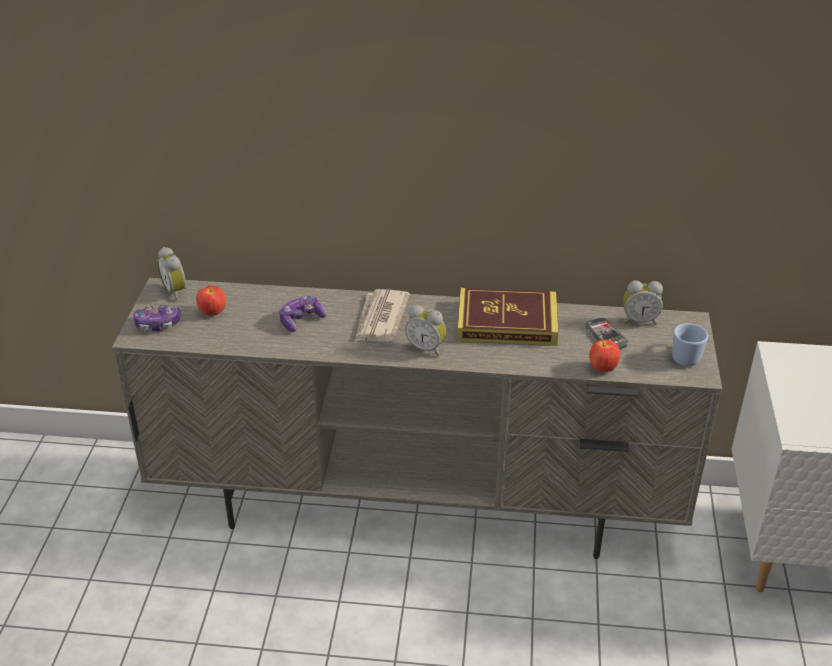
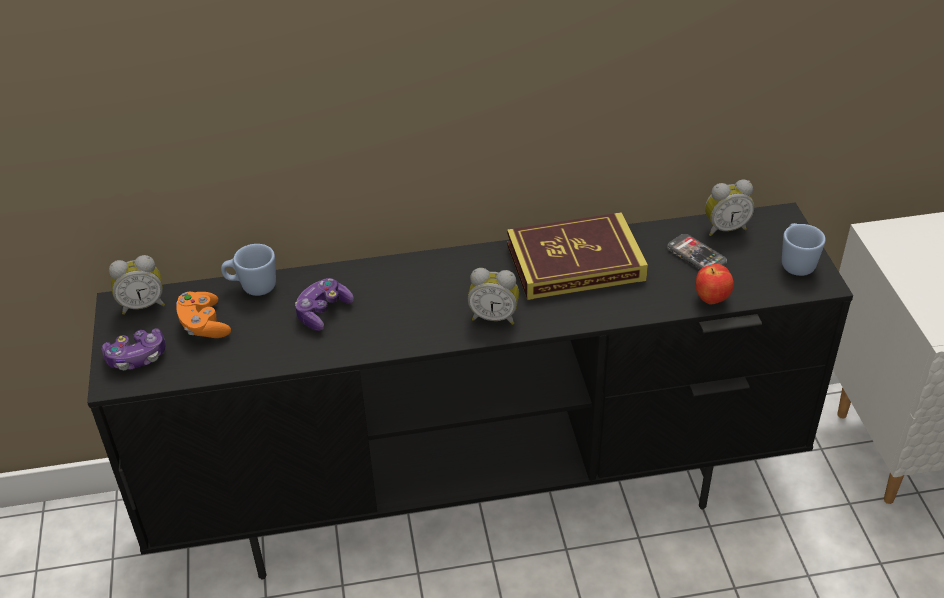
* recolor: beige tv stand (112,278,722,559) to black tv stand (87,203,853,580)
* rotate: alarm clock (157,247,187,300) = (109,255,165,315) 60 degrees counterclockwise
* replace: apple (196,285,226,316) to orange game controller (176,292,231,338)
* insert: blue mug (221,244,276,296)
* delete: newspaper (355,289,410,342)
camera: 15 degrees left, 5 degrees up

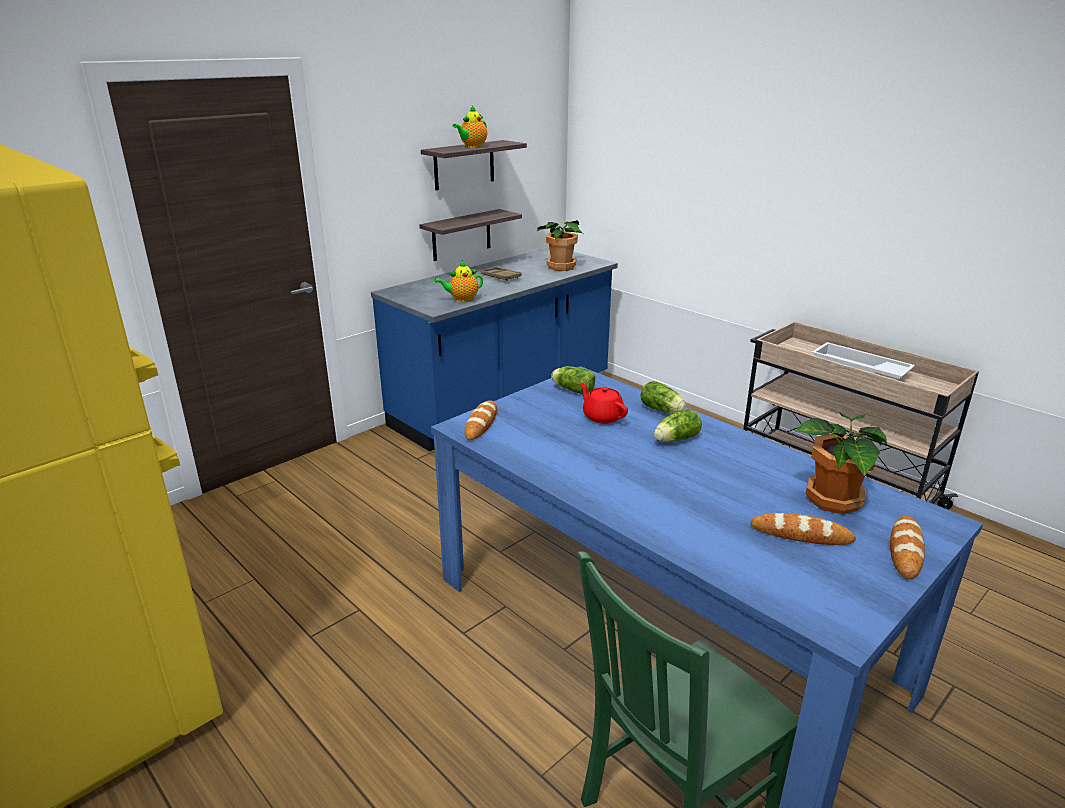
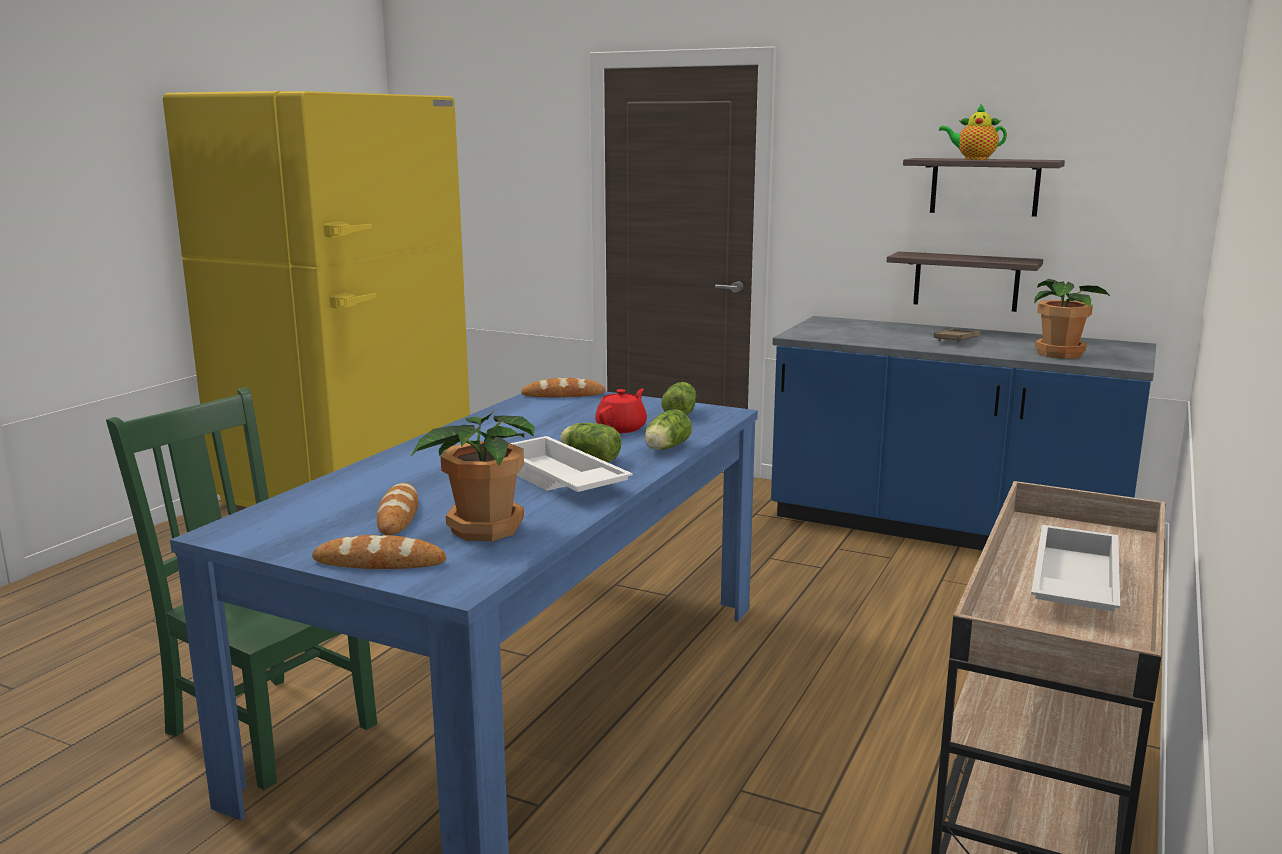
* insert: white tray (511,436,633,492)
* delete: teapot (434,261,483,302)
camera: 70 degrees right, 10 degrees down

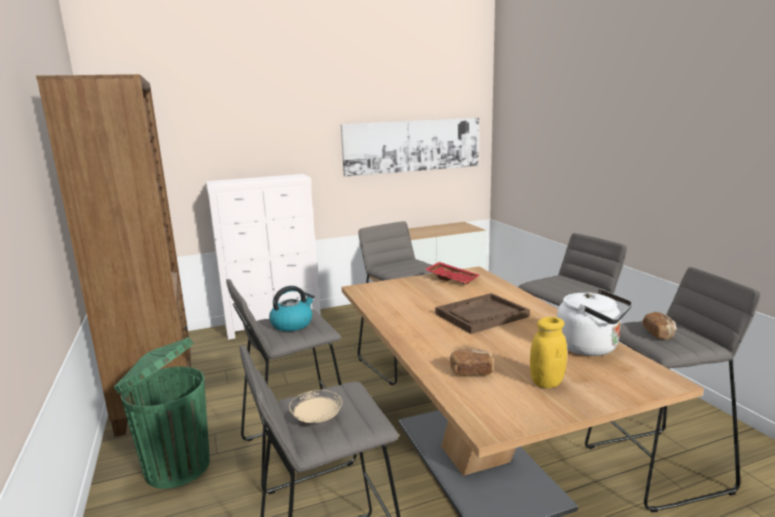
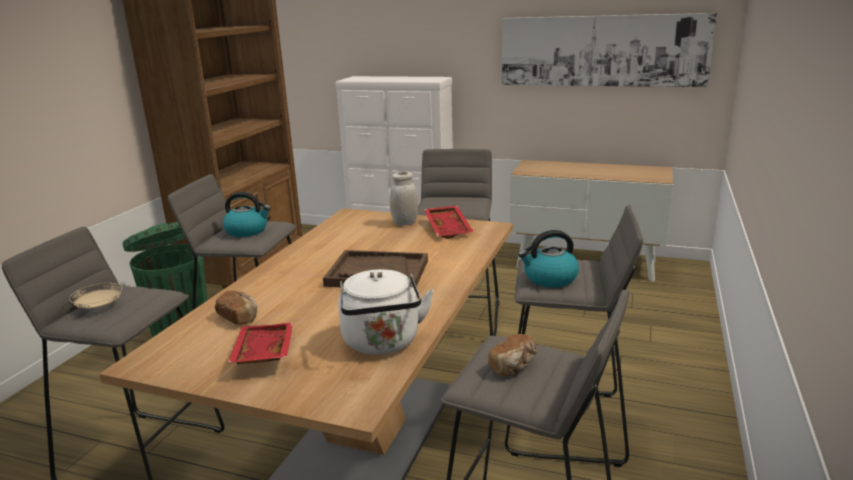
* replace: yellow jar (530,317,567,388) to red tray (228,323,293,364)
* insert: white jar (390,171,418,226)
* insert: kettle (518,230,579,287)
camera: 40 degrees right, 5 degrees up

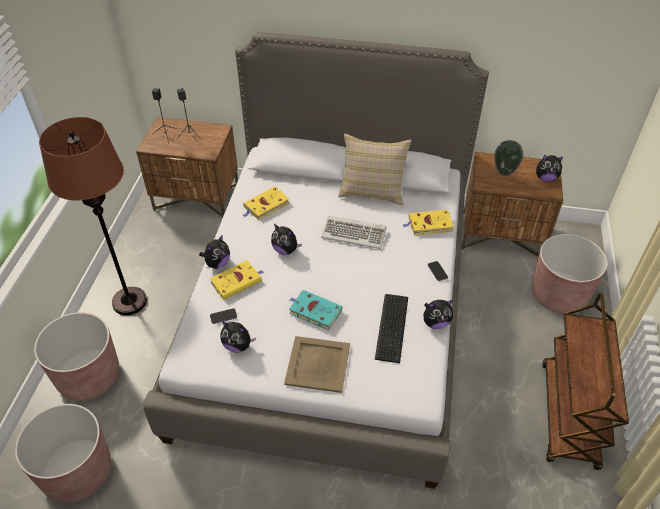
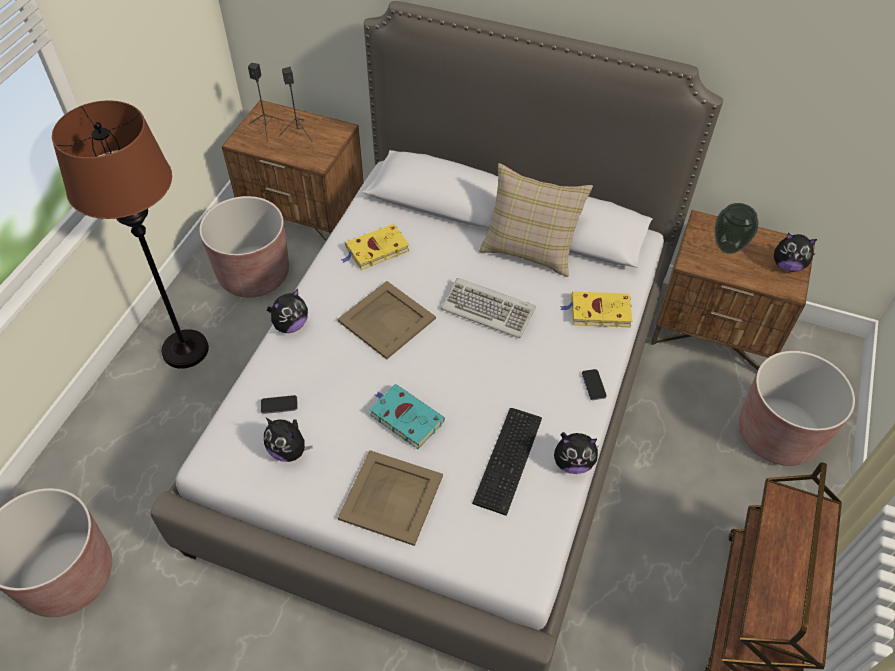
* move: brown planter (34,312,119,401) to (199,196,289,298)
* replace: plush toy (271,224,302,255) to beige tray (337,281,436,359)
* delete: yellow book (210,260,264,300)
camera: 10 degrees right, 5 degrees up

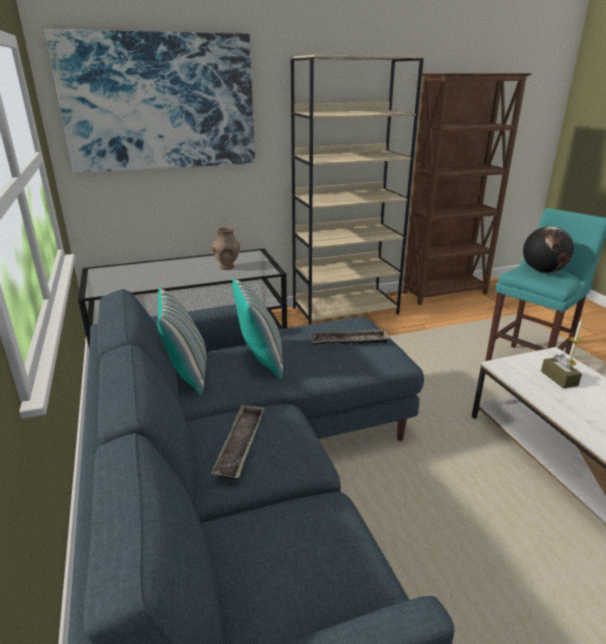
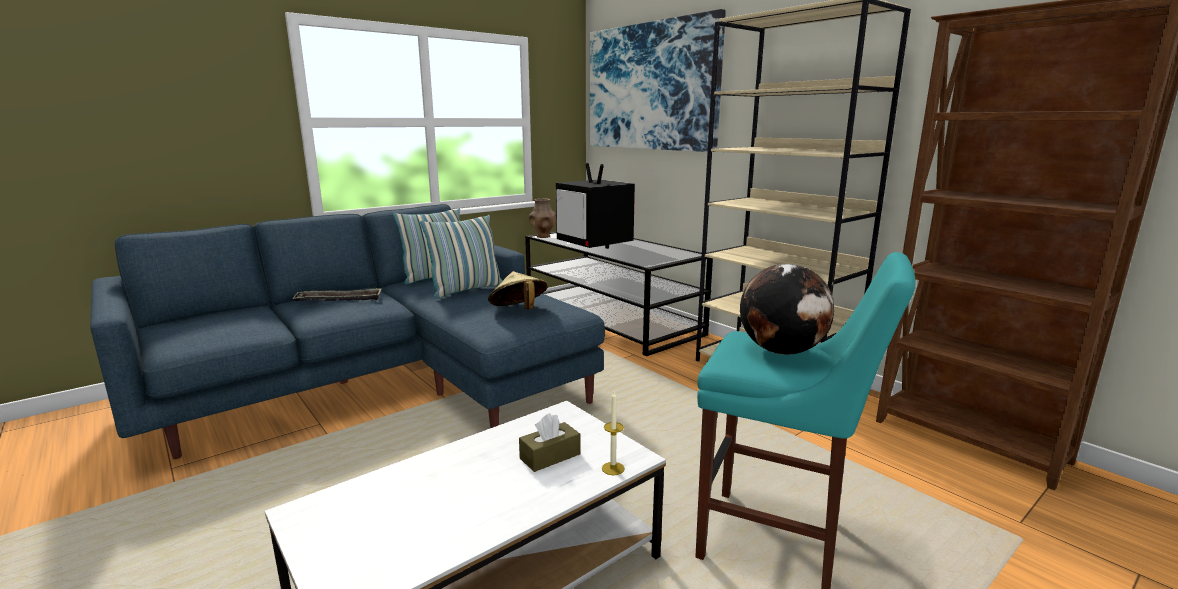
* replace: tray (310,329,390,344) to beige hat (488,271,548,309)
* move: brown vase (212,227,240,270) to (529,198,556,238)
* insert: television (556,163,635,249)
camera: 70 degrees right, 10 degrees down

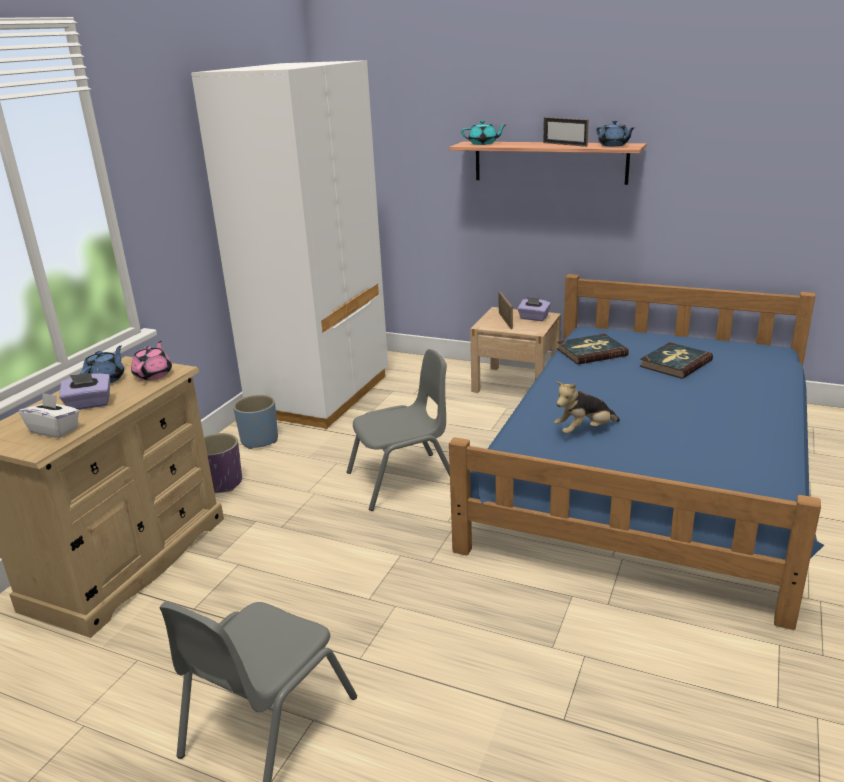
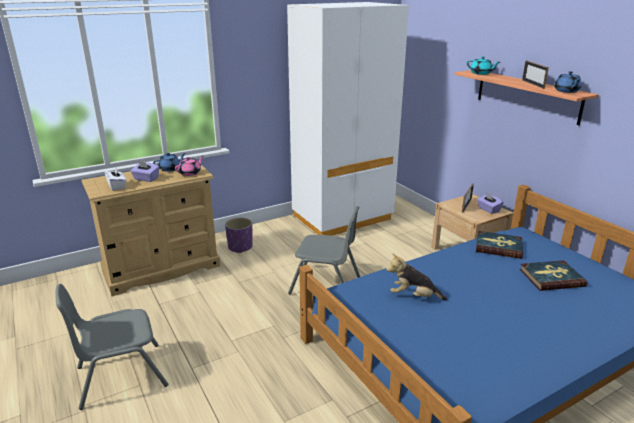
* delete: blue planter (233,395,278,449)
camera: 35 degrees right, 0 degrees up

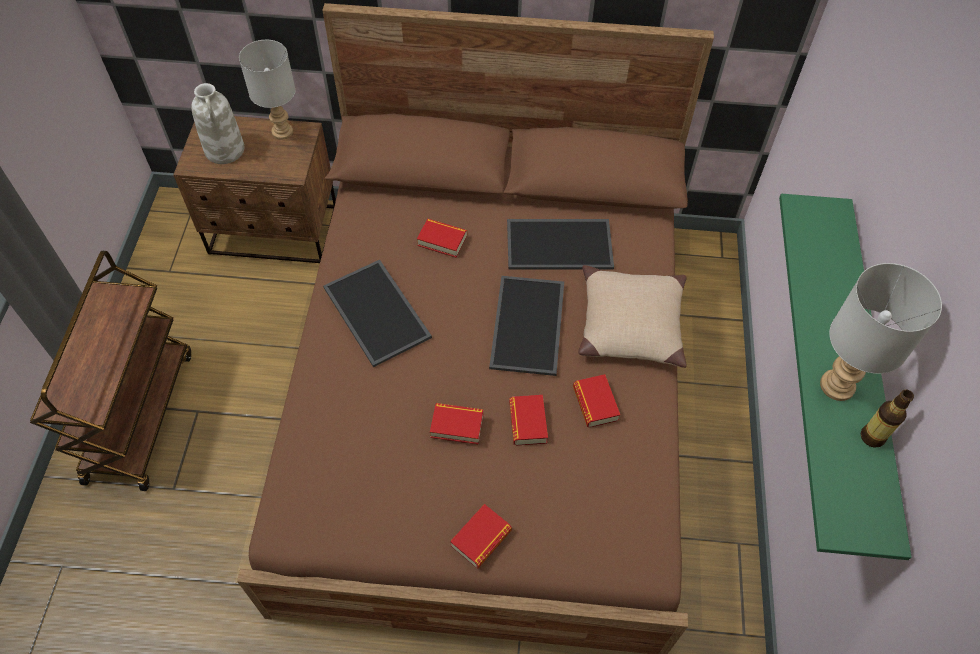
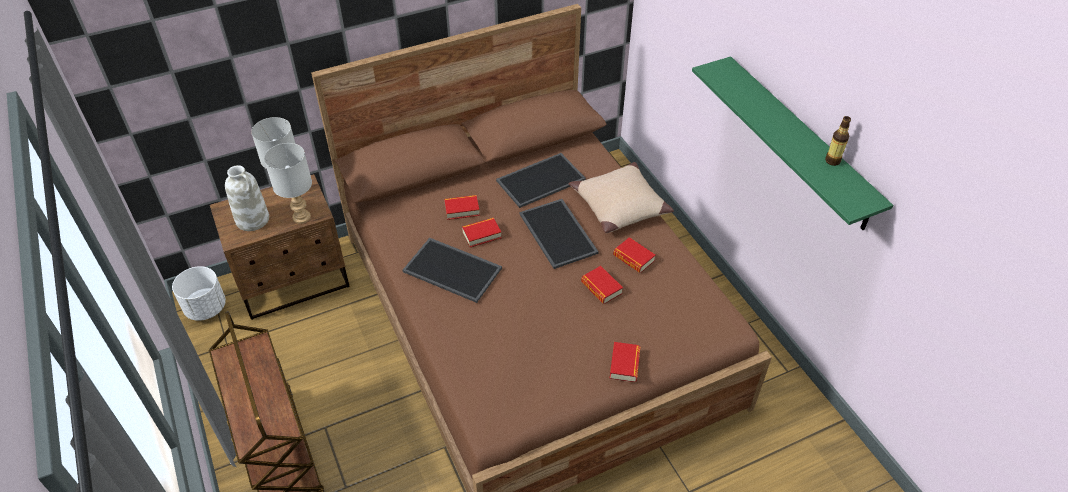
* insert: white planter (172,266,226,321)
* move: grey table lamp (820,263,942,401) to (264,143,312,224)
* move: book (430,403,484,444) to (462,218,502,247)
camera: 30 degrees left, 10 degrees down

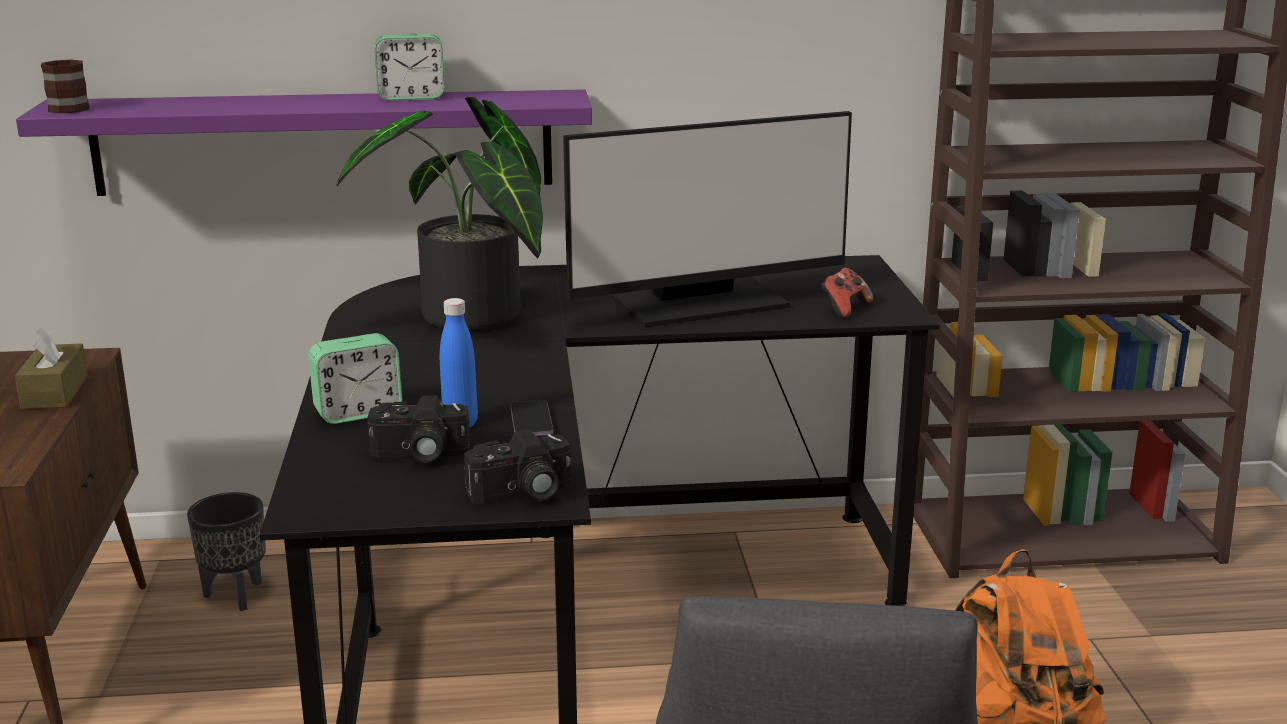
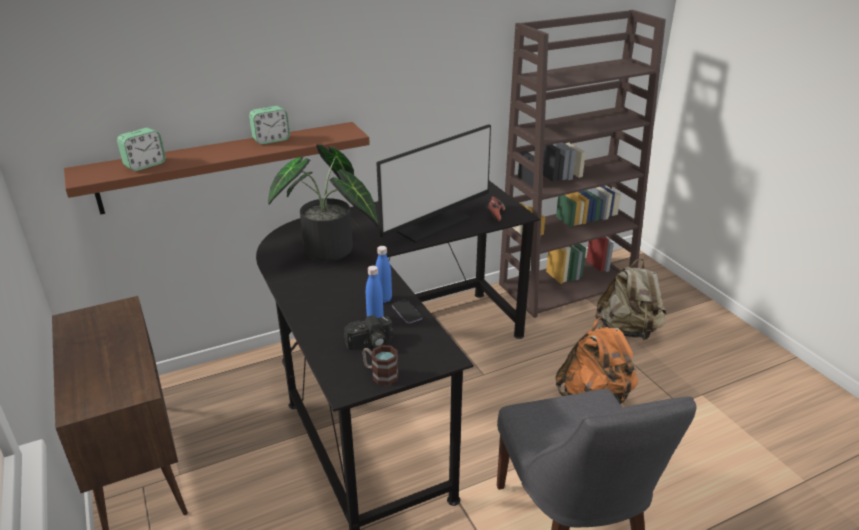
* recolor: purple shelf (16,89,592,196) to brown shelf (64,122,370,215)
* move: alarm clock (308,333,403,424) to (117,128,166,171)
* move: mug (41,60,90,114) to (362,345,399,385)
* insert: blue bottle (376,246,392,303)
* insert: beige backpack (595,258,666,340)
* delete: brown tissue box (15,325,88,409)
* delete: black planter (187,492,266,611)
* delete: photo camera (464,429,571,504)
camera: 20 degrees left, 10 degrees up

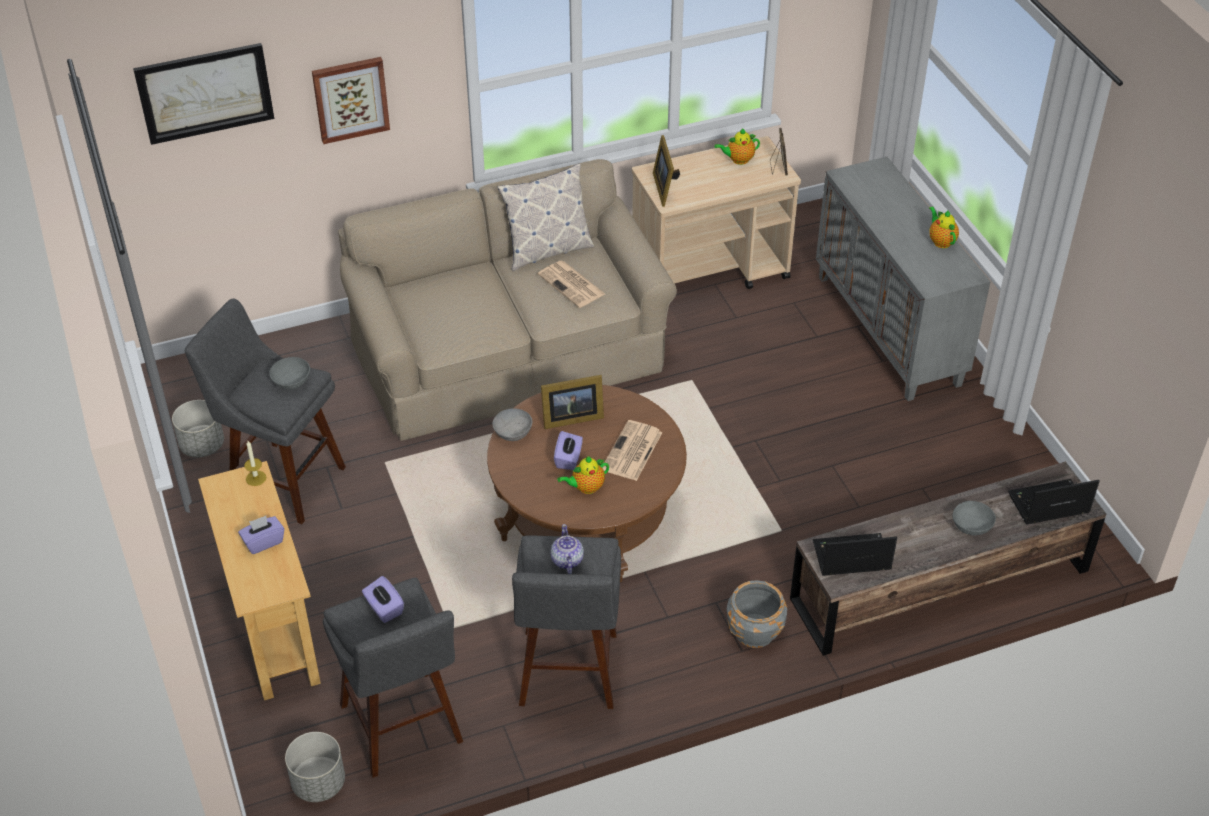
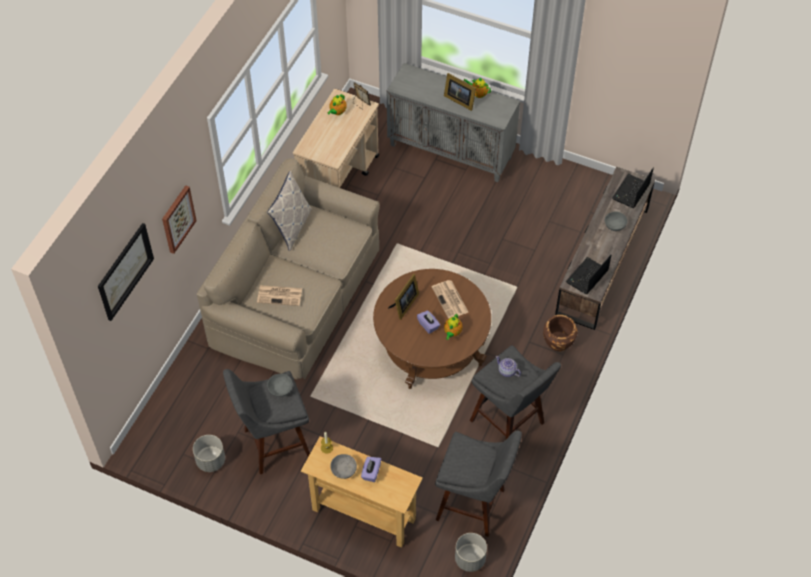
* move: newspaper (538,261,605,308) to (257,285,302,306)
* move: grey bowl (492,408,532,441) to (330,454,357,479)
* move: picture frame (653,135,680,207) to (444,73,476,111)
* recolor: grey planter (727,580,787,648) to brown planter (543,315,578,351)
* delete: purple tissue box (362,576,404,623)
camera: 45 degrees left, 10 degrees up

